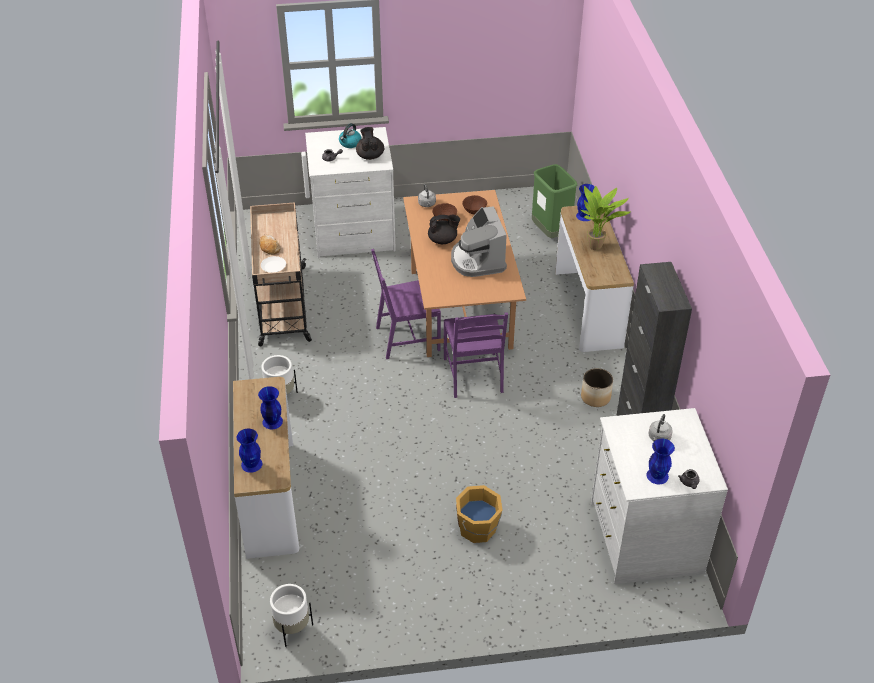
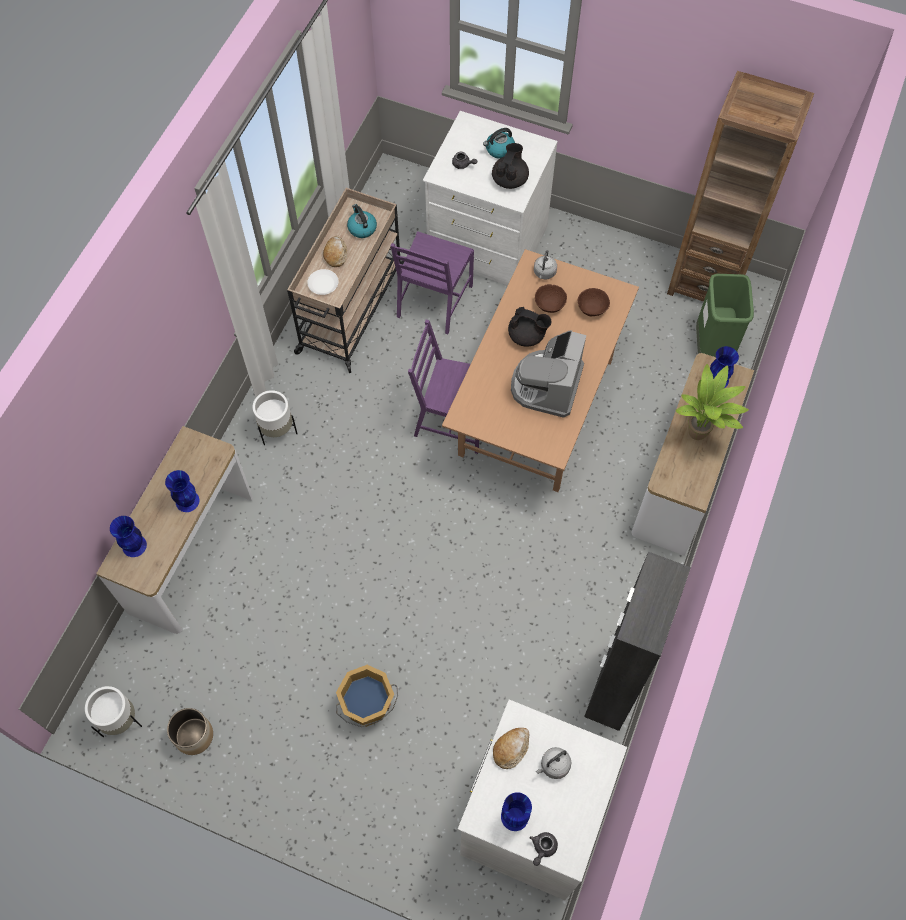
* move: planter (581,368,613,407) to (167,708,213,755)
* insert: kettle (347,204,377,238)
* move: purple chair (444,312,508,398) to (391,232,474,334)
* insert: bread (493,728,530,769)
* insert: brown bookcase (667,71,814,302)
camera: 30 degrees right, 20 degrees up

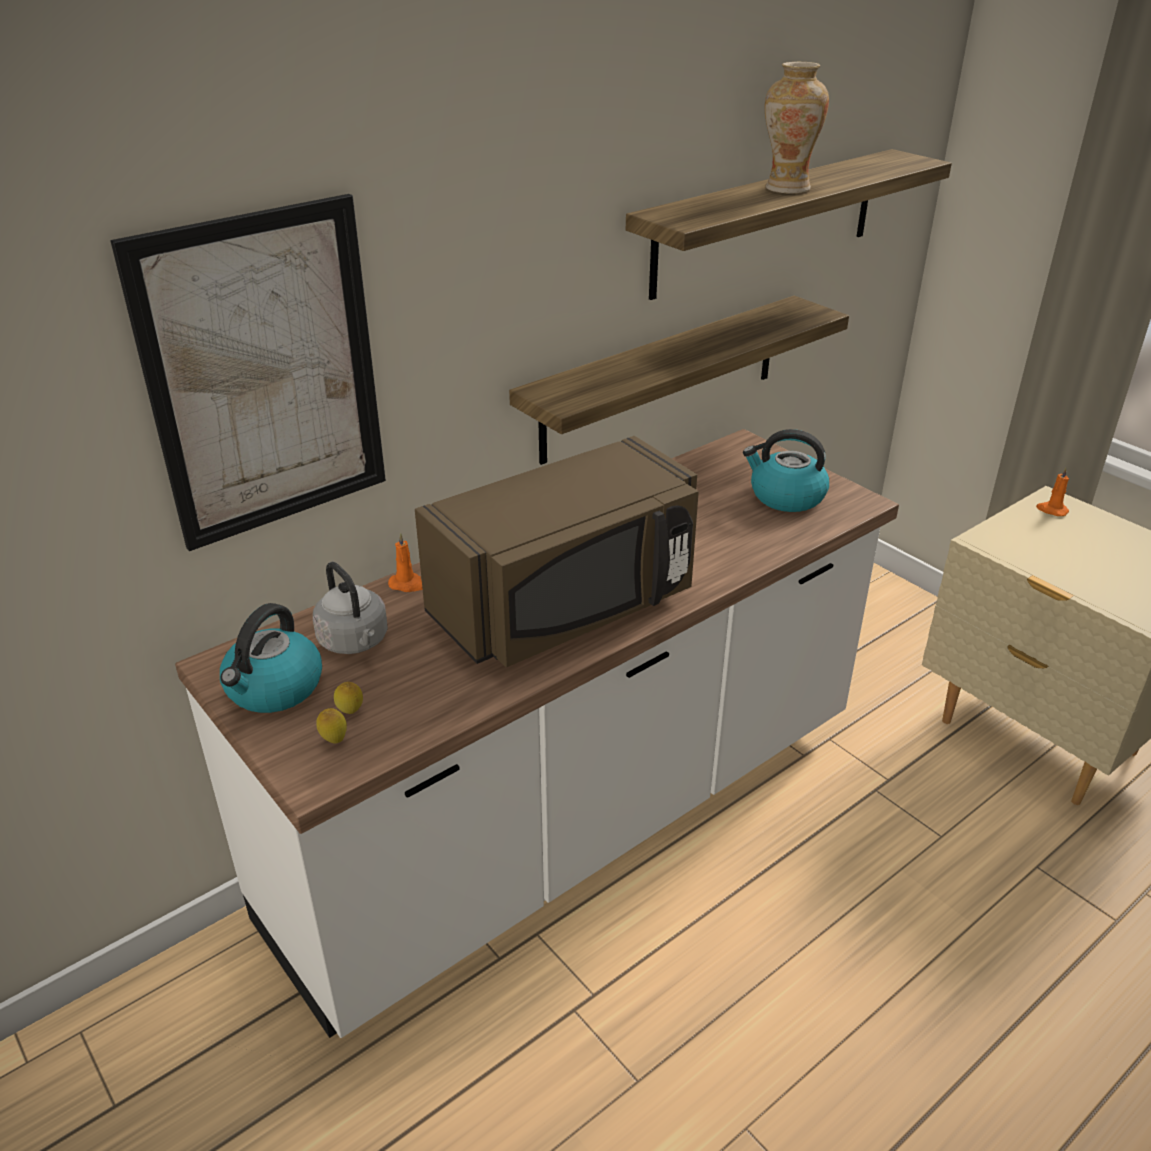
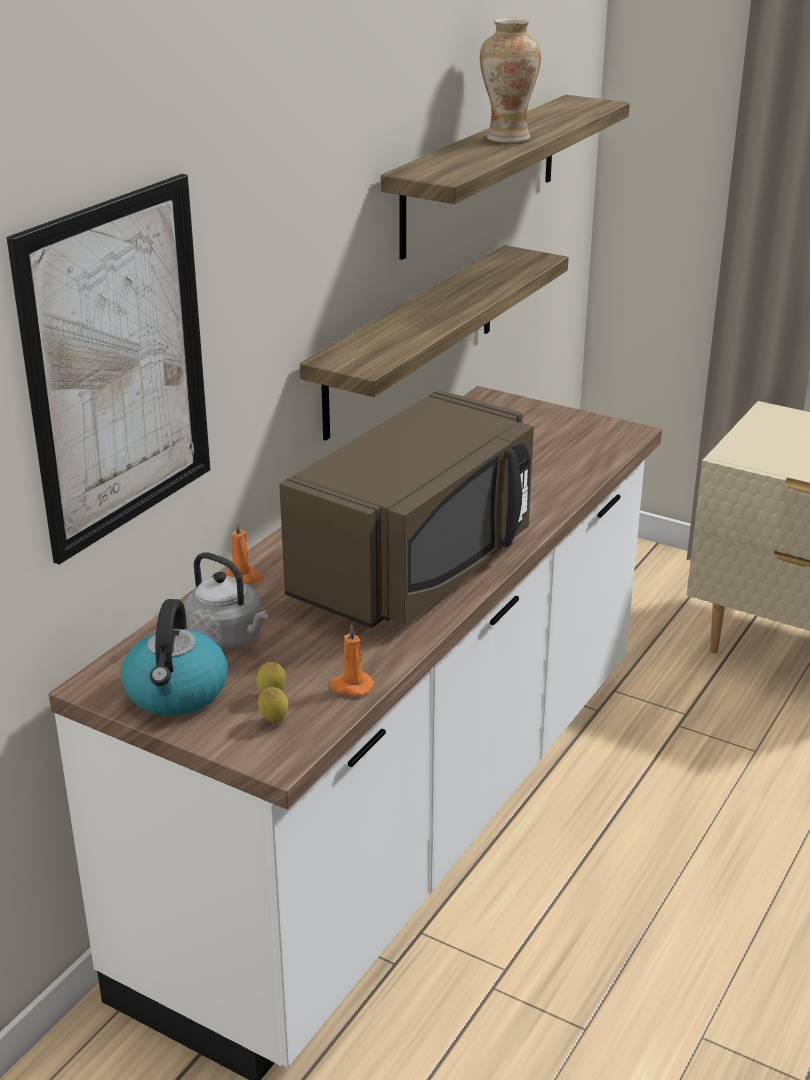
* move: orange candle (1036,467,1069,516) to (329,624,374,696)
* delete: kettle (743,429,829,512)
camera: 20 degrees left, 5 degrees down

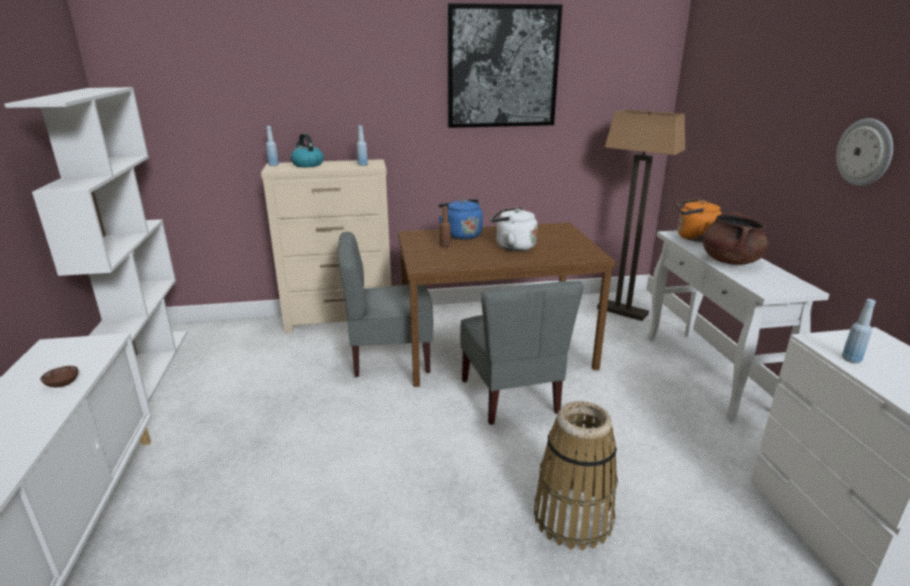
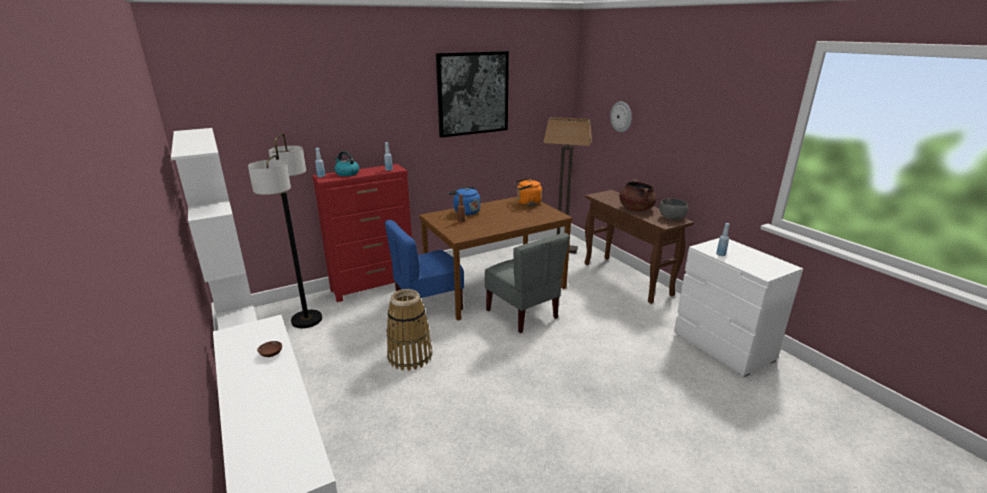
* insert: floor lamp (248,133,322,328)
* recolor: beige dresser (261,159,391,333) to red dresser (312,164,412,302)
* recolor: grey chair (338,232,433,377) to blue chair (385,220,464,310)
* move: basket (534,401,618,550) to (387,289,432,371)
* move: orange kettle (676,198,722,242) to (514,178,542,206)
* recolor: white console table (648,230,830,422) to brown console table (584,190,694,304)
* move: wall clock (836,118,893,186) to (610,101,632,132)
* insert: grey bowl (659,198,688,220)
* delete: white kettle (491,207,538,251)
camera: 20 degrees left, 0 degrees up

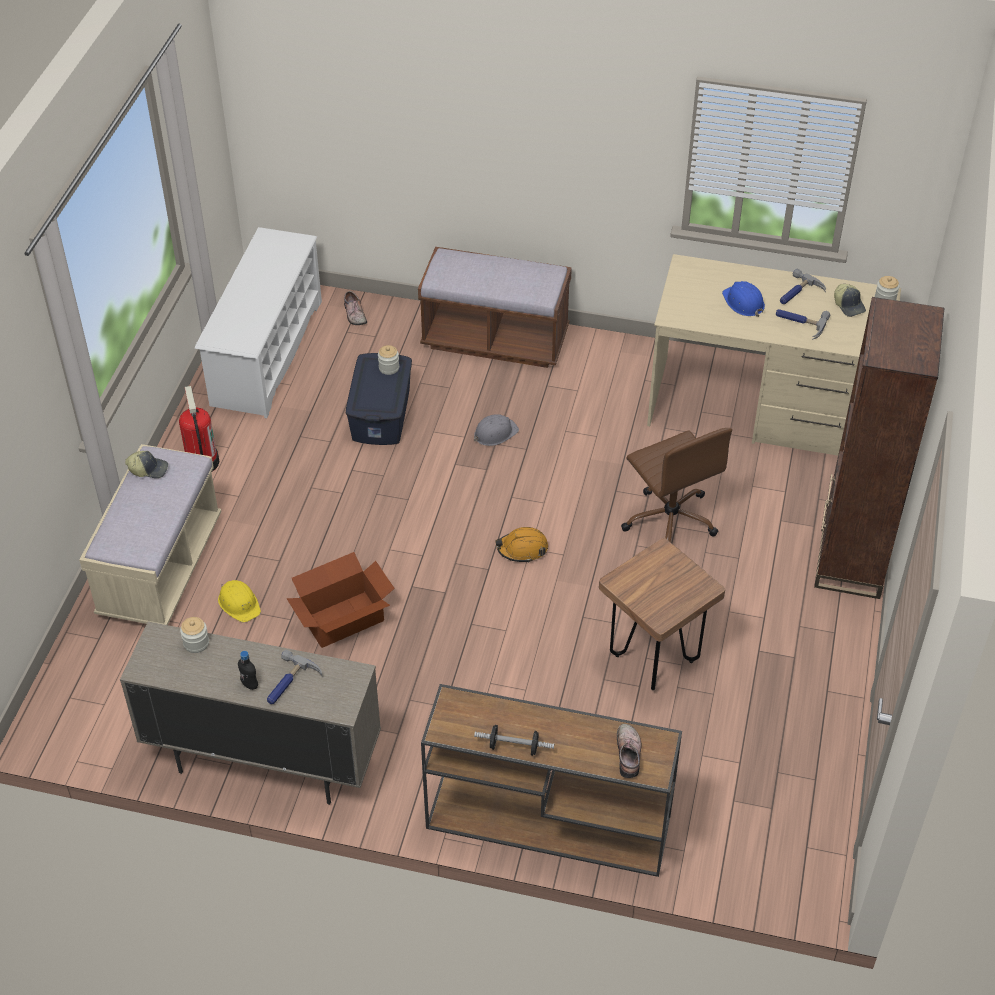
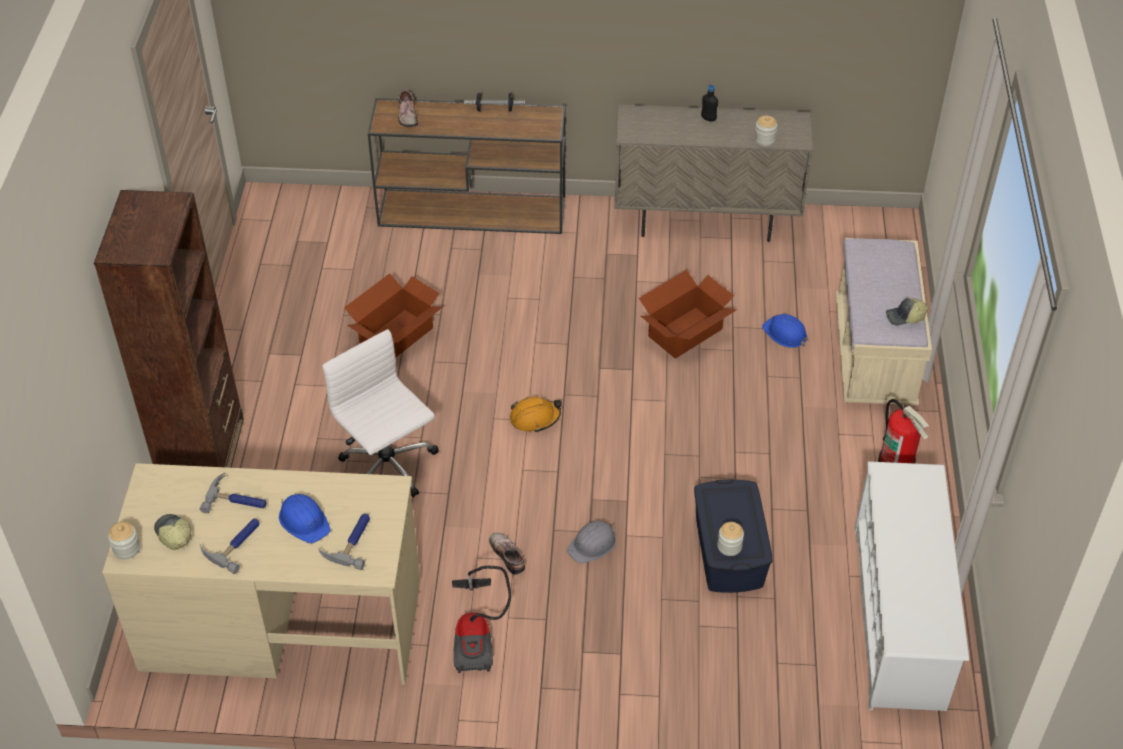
* move: hammer (267,650,323,704) to (318,513,370,570)
* recolor: brown office chair (621,428,732,542) to white office chair (322,329,439,497)
* replace: brown stool (599,538,725,690) to cardboard box (344,273,443,358)
* insert: vacuum cleaner (452,566,511,673)
* move: shoe (344,291,367,325) to (489,533,525,575)
* recolor: yellow hard hat (218,580,261,622) to blue hard hat (762,314,809,348)
* delete: brown bench (418,247,572,368)
camera: 170 degrees right, 0 degrees up

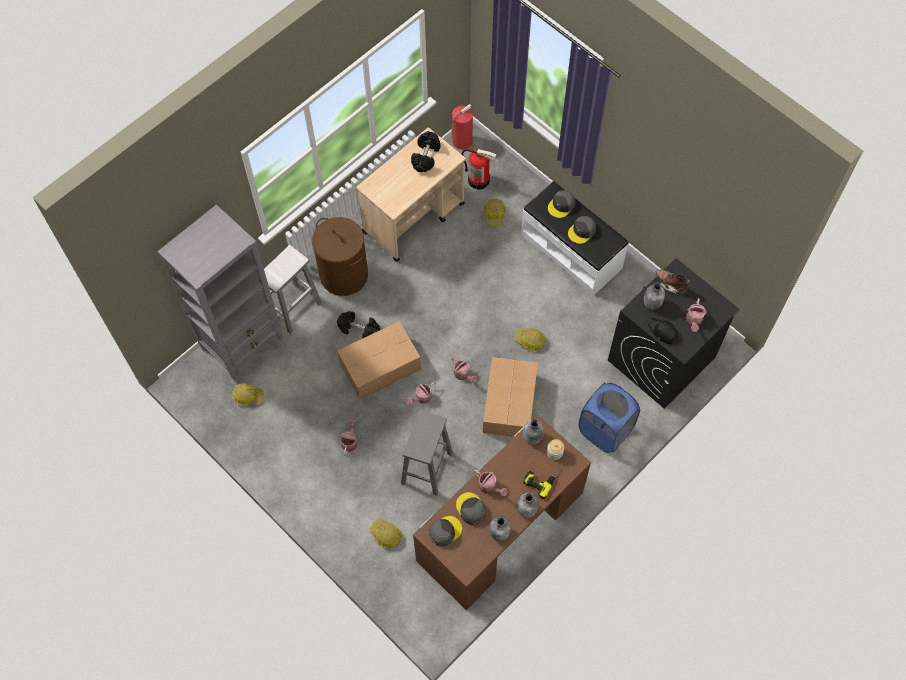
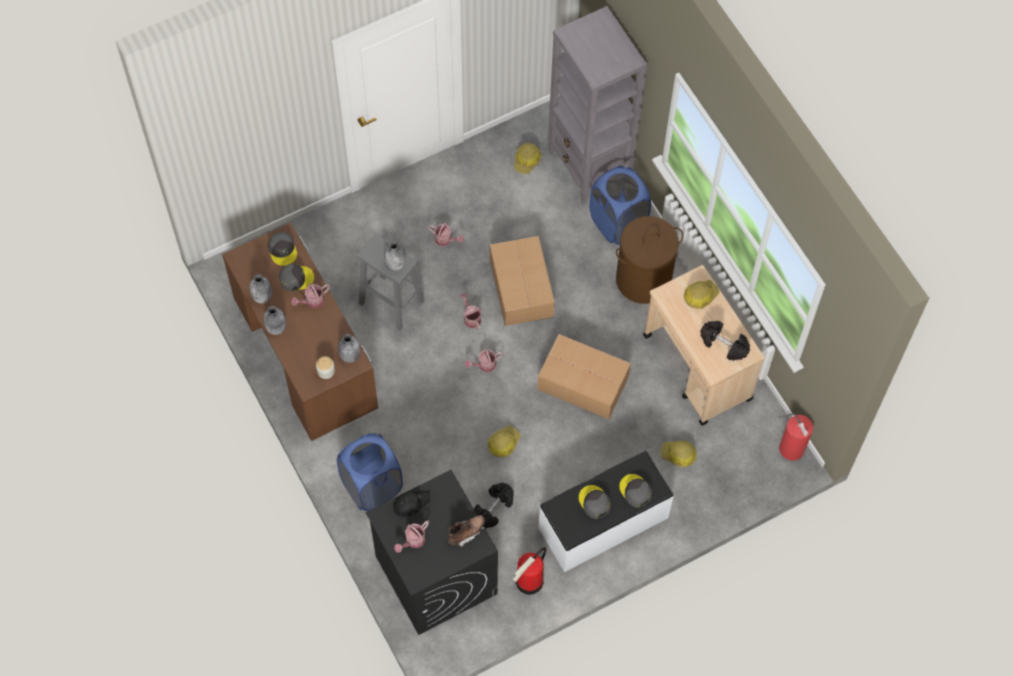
* move: grey bottle (644,282,665,310) to (384,241,406,271)
* rotate: watering can (686,298,707,332) = (394,520,429,553) 75 degrees counterclockwise
* move: black dumbbell (337,311,380,339) to (474,483,514,529)
* move: fire extinguisher (462,149,498,189) to (513,547,547,595)
* move: cardboard box (483,357,538,437) to (537,334,631,419)
* replace: white stool (264,245,322,334) to blue laundry basket (590,166,651,245)
* move: hard hat (370,519,401,549) to (684,280,720,309)
* delete: power drill (523,466,560,499)
camera: 105 degrees right, 0 degrees up

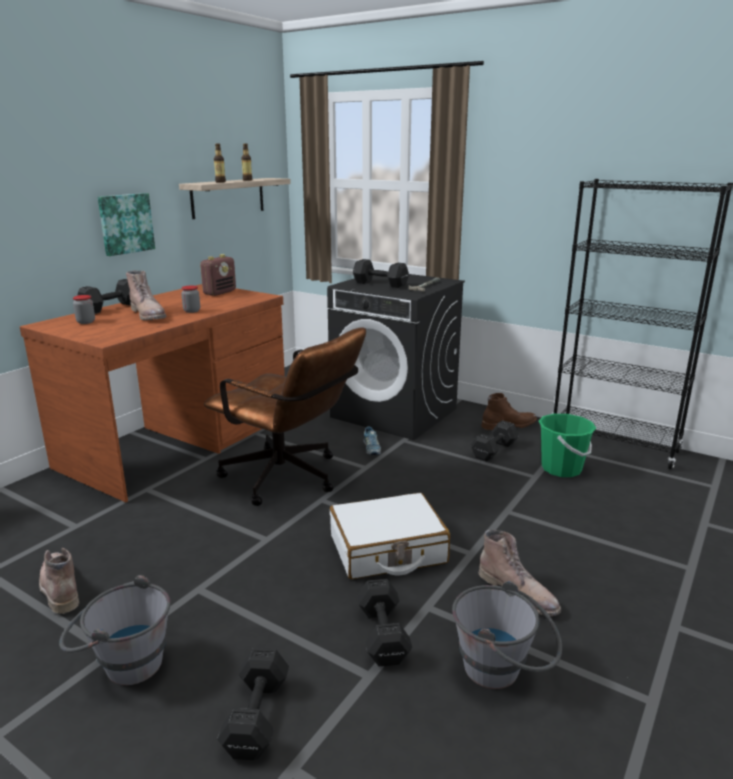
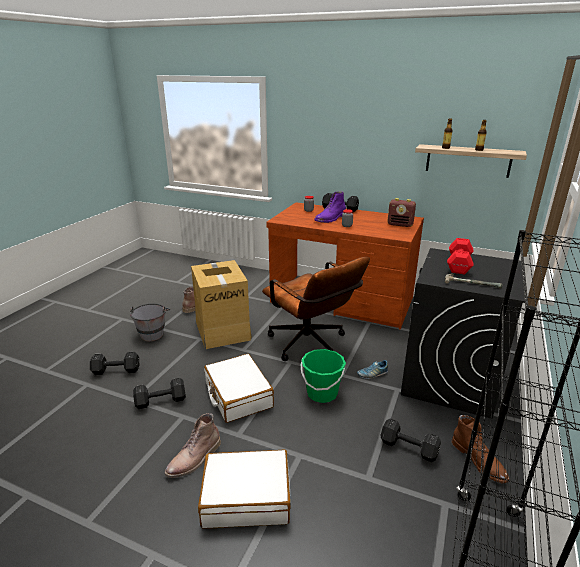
* insert: cardboard box (191,260,252,349)
* insert: white suitcase (198,449,291,529)
* rotate: brown office chair (204,328,366,506) = (262,257,370,361) 60 degrees counterclockwise
* move: green bucket (539,414,596,477) to (300,349,346,403)
* recolor: brown boot (126,270,166,321) to purple boot (314,191,346,223)
* recolor: black dumbbell (353,259,409,288) to red dumbbell (447,238,473,275)
* delete: picture (98,193,155,256)
* delete: grey bucket (452,581,562,689)
camera: 80 degrees right, 5 degrees up

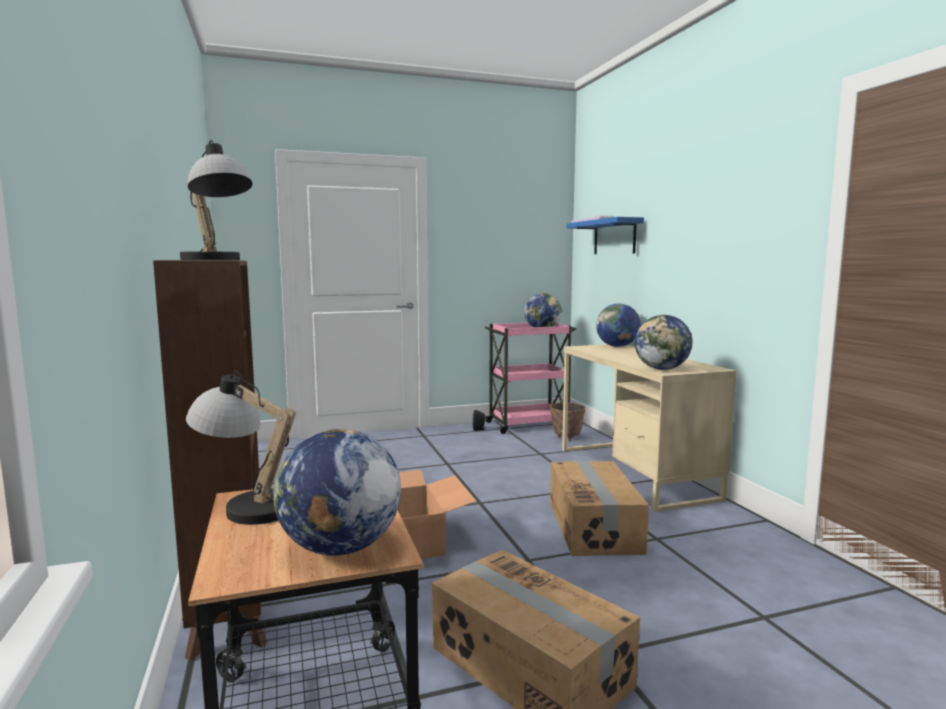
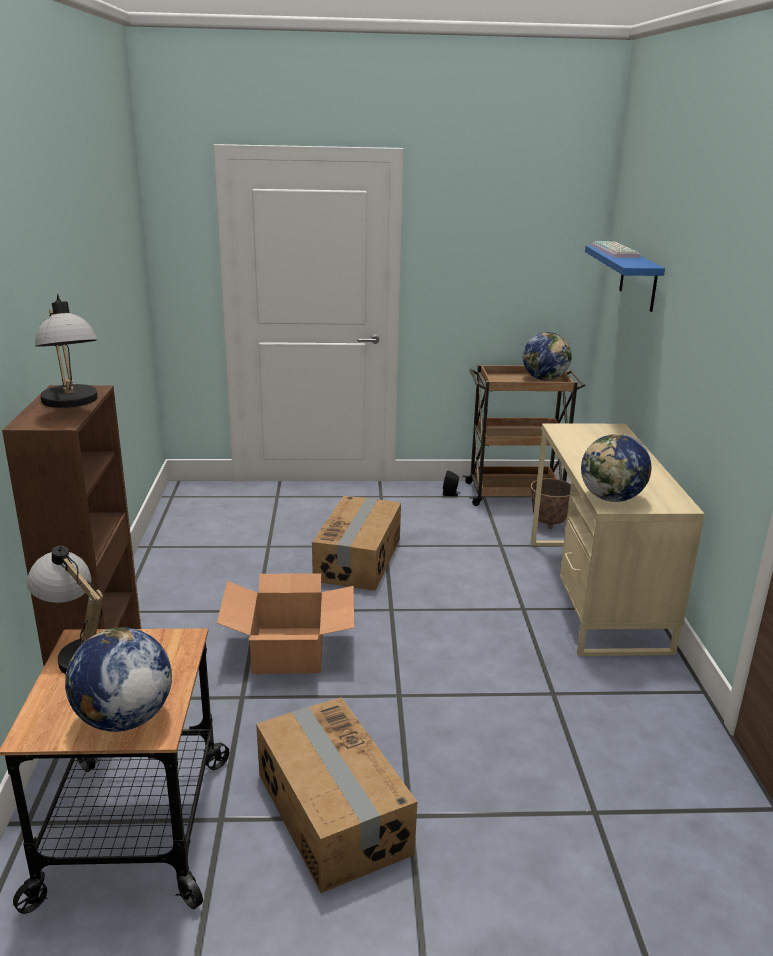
* move: cardboard box (550,461,649,556) to (312,496,401,591)
* recolor: pink cart (484,323,576,434) to brown cart (462,365,585,506)
* delete: globe (596,304,641,347)
camera: 15 degrees right, 15 degrees up

